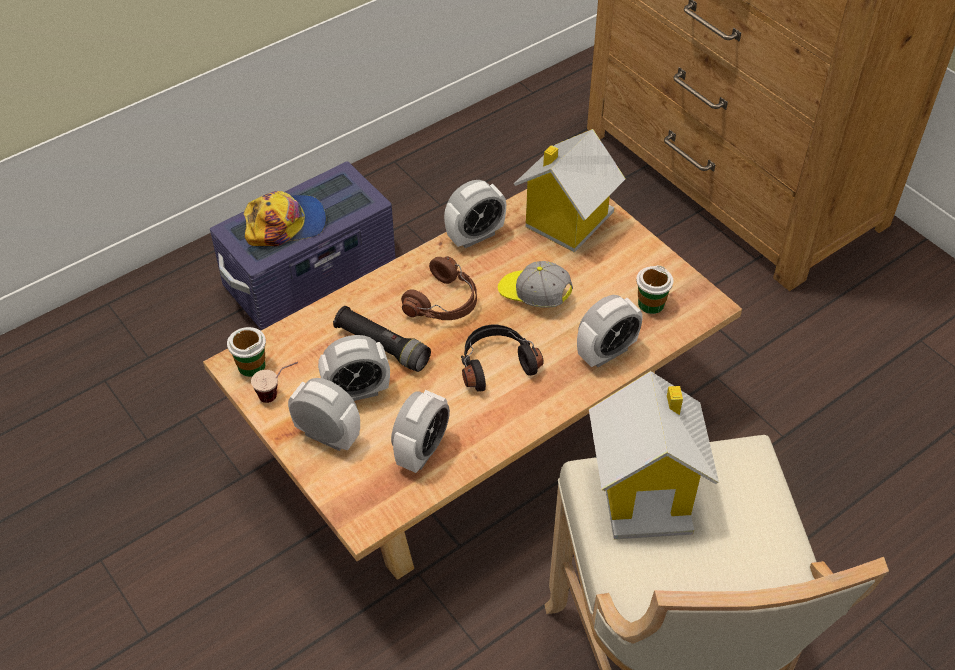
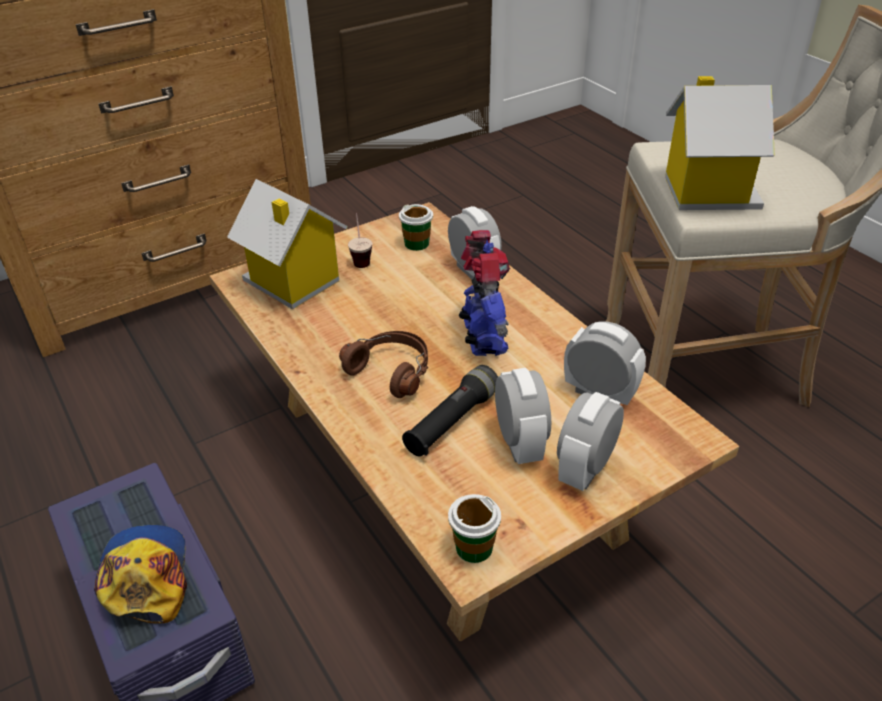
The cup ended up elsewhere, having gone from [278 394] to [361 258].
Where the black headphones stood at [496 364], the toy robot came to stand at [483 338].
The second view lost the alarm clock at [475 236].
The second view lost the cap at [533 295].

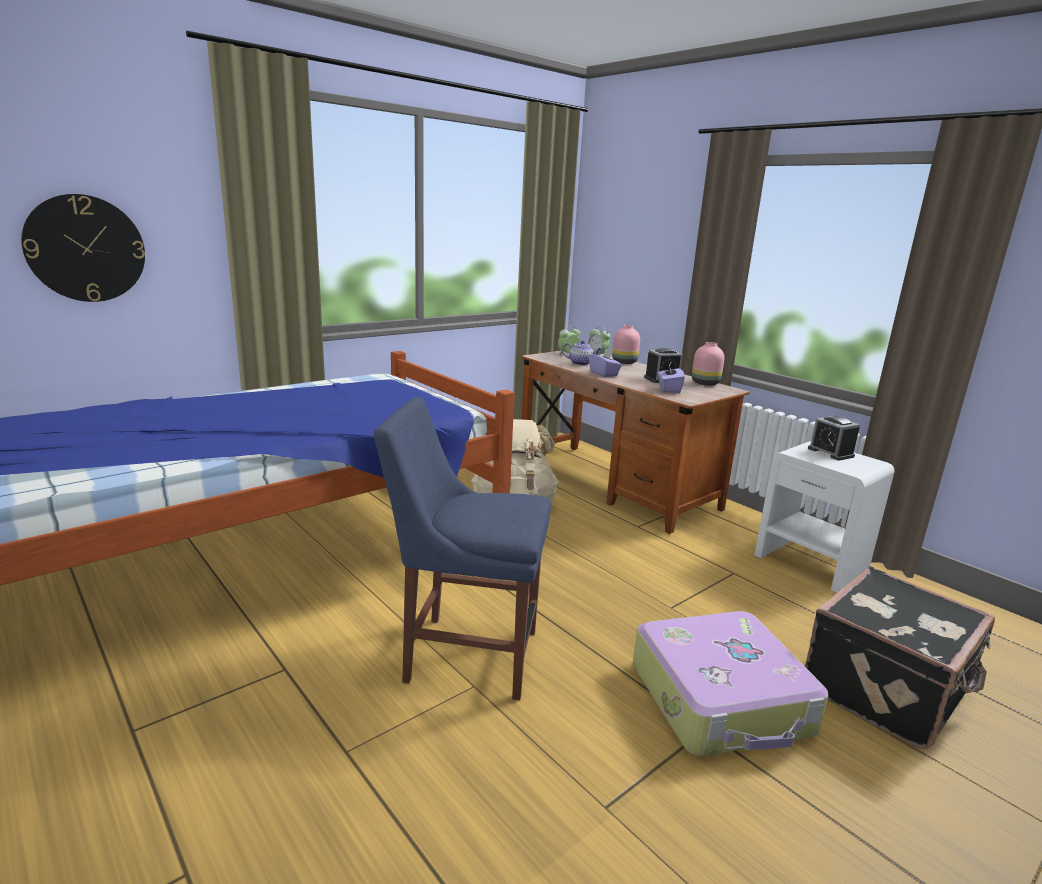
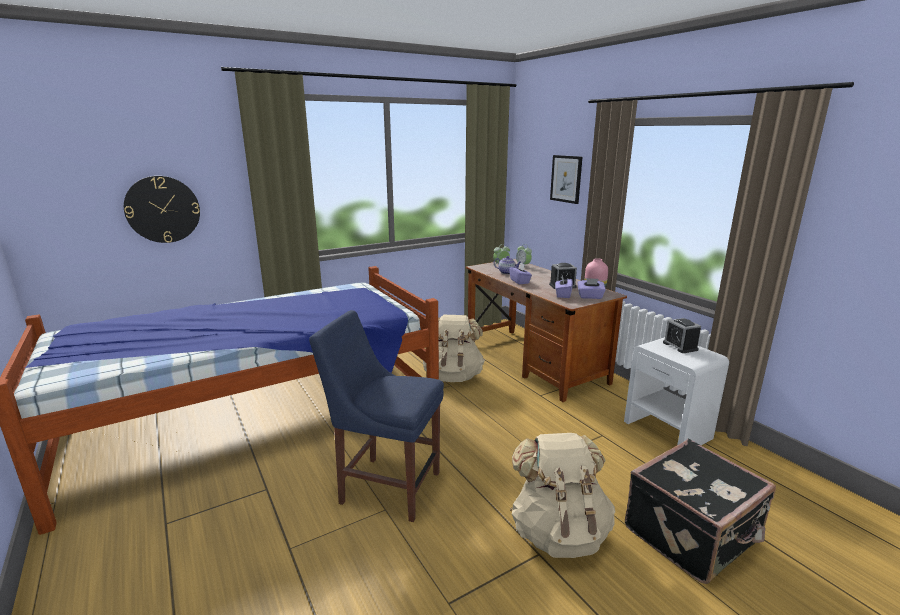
Where the suitcase stood at [721 700], the beige backpack came to stand at [559 533].
The second view gained the picture at [566 179].
The second view gained the purple tissue box at [590 297].
The second view lost the pink vase at [624 362].

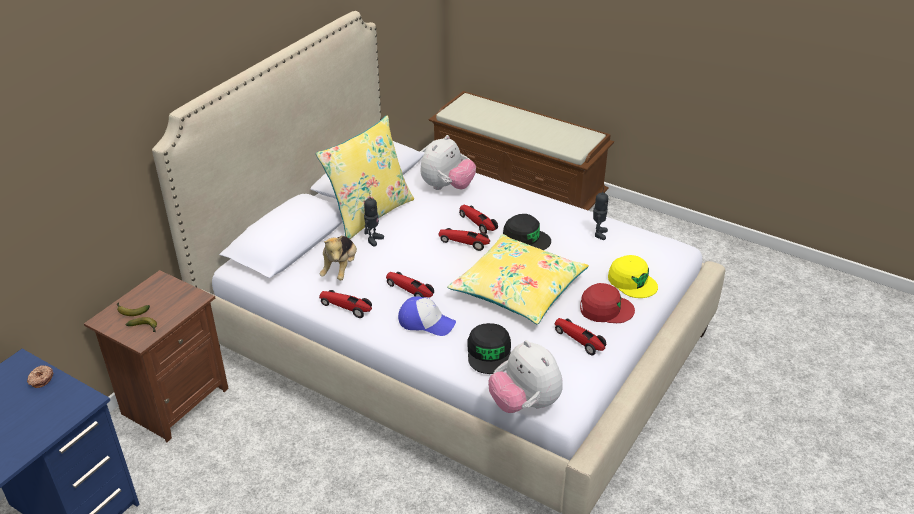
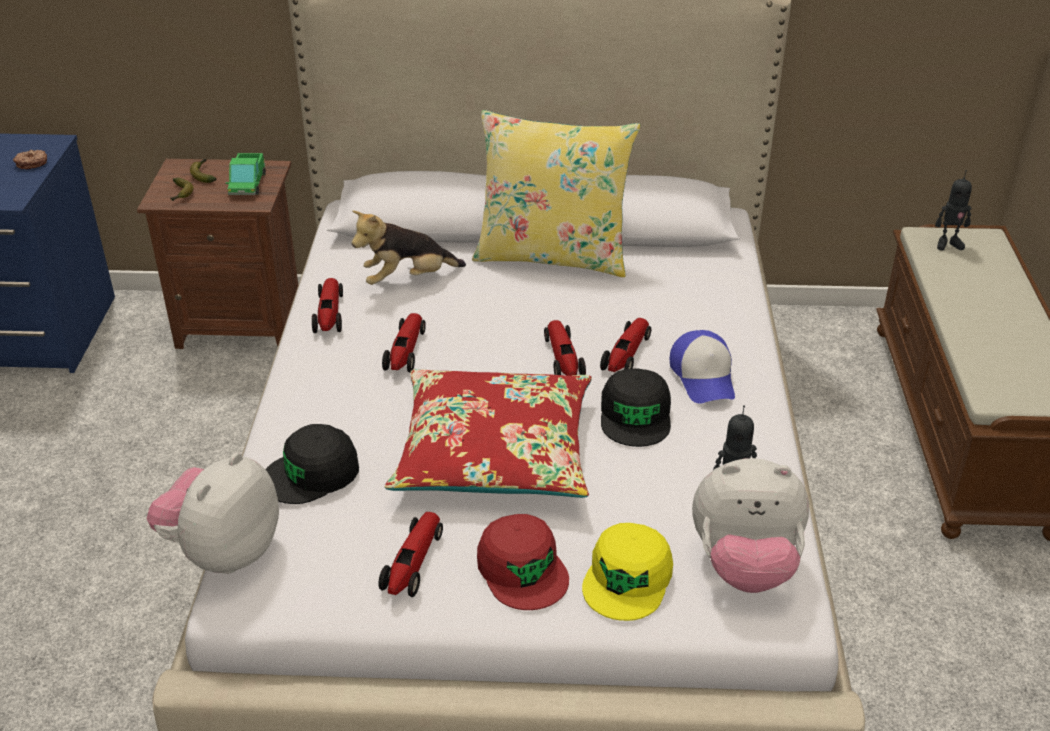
The second view gained the toy truck at [247 184].
What was the yellow pillow at [518 289] turned into the red pillow at [494 452].
The cap ended up elsewhere, having gone from [426 322] to [704 377].
The plush toy ended up elsewhere, having gone from [447 187] to [744 566].
The toy robot ended up elsewhere, having gone from [373 240] to [948 244].

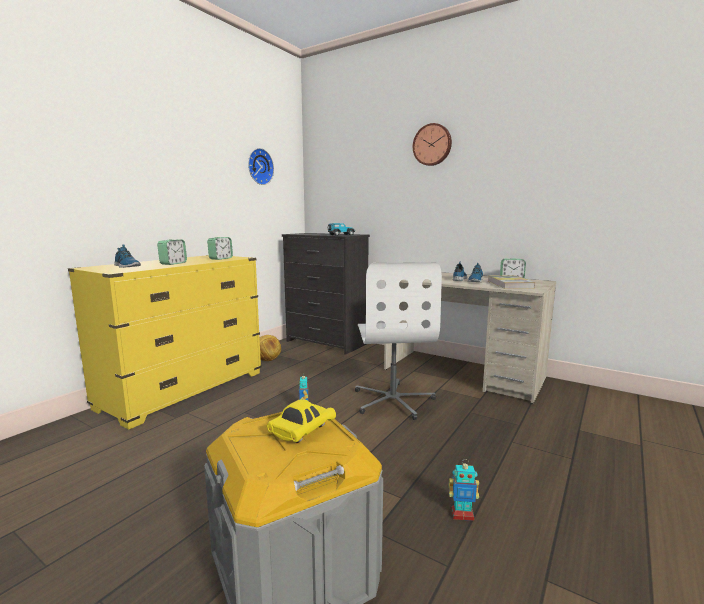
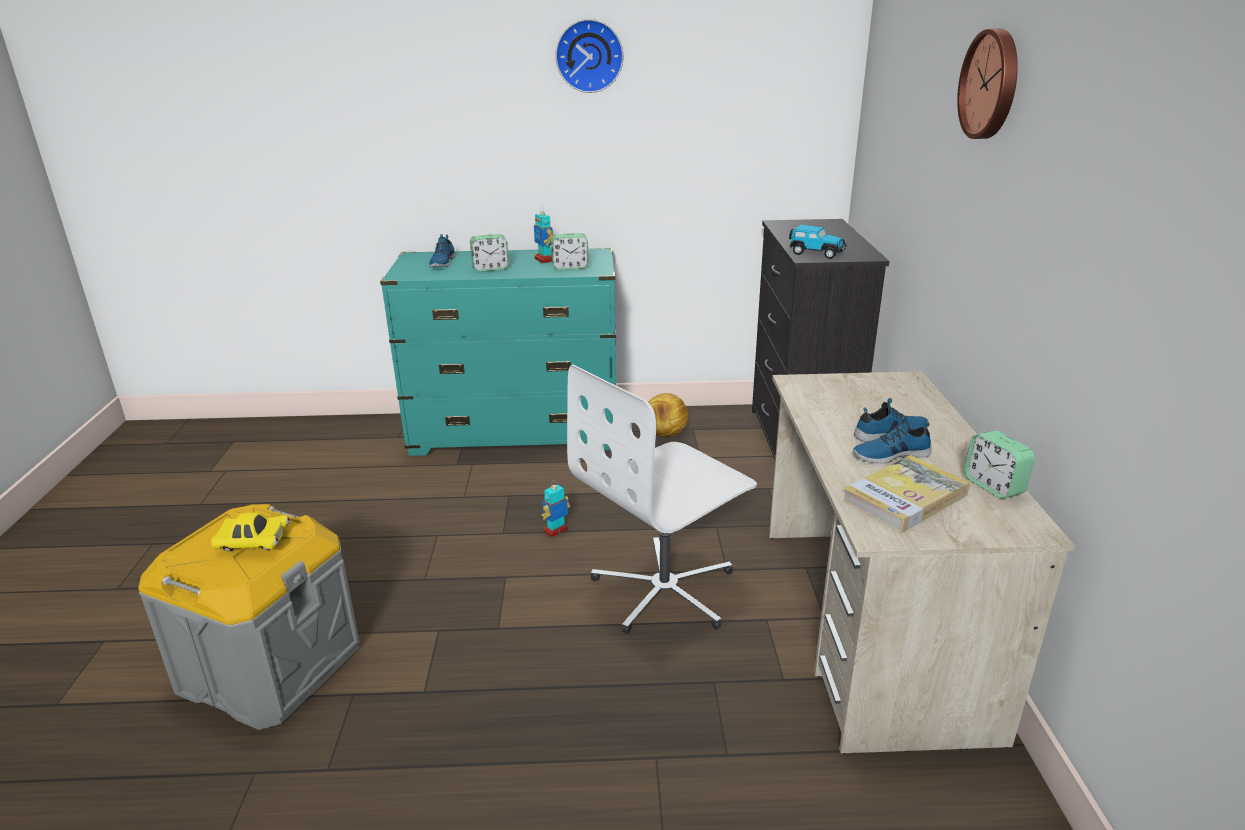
What was the yellow dresser at [184 390] turned into the turquoise dresser at [516 433].
The toy robot ended up elsewhere, having gone from [462 514] to [544 260].
The wall clock ended up elsewhere, having gone from [259 167] to [589 56].

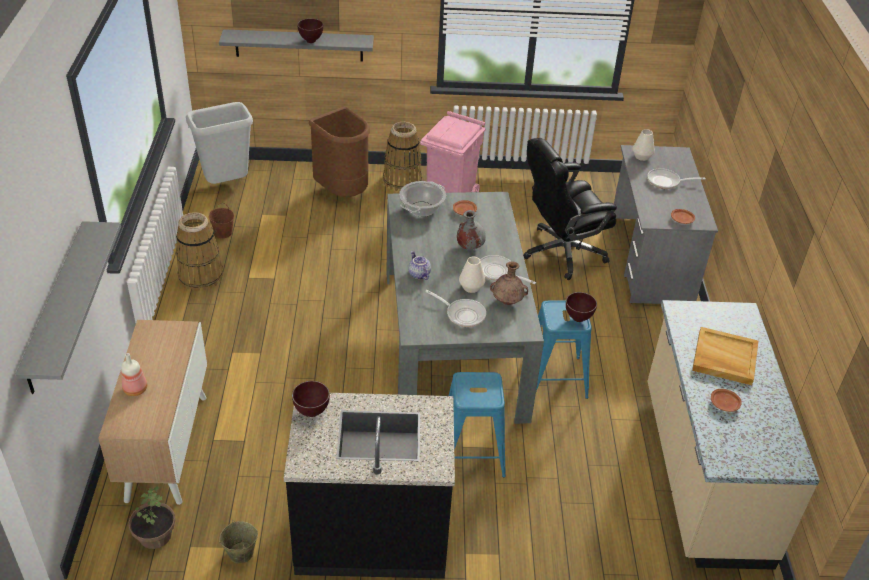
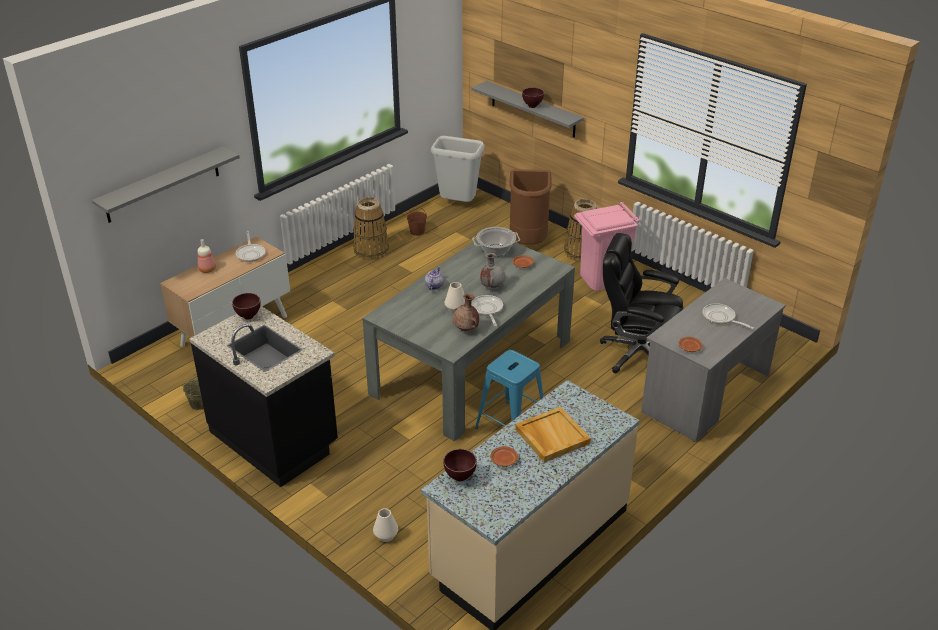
The frying pan ended up elsewhere, having gone from [462 314] to [251 253].
The white vase ended up elsewhere, having gone from [641 156] to [386 536].
The brown bowl ended up elsewhere, having gone from [578 318] to [460 477].
The second view lost the potted plant at [154 535].
The second view lost the blue stool at [472 452].

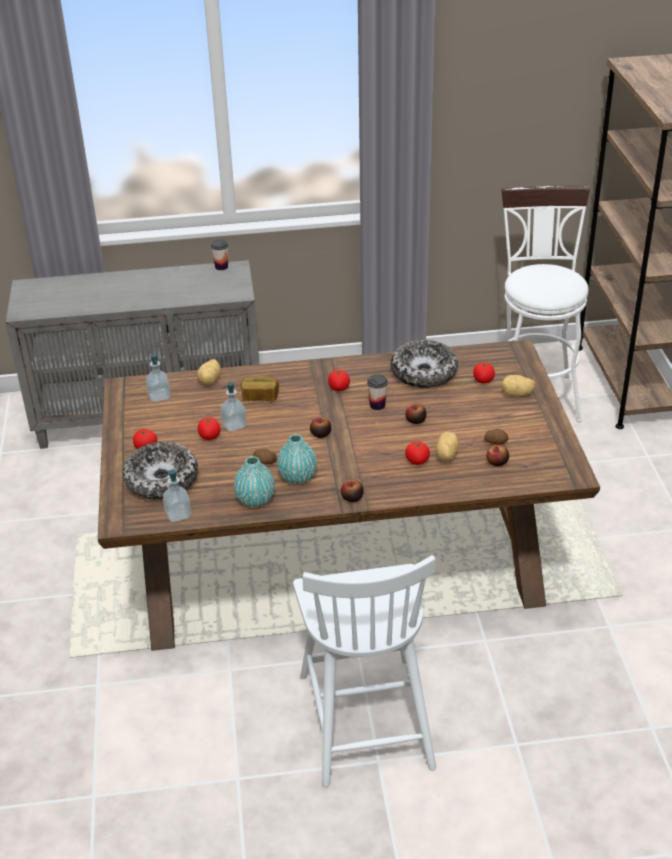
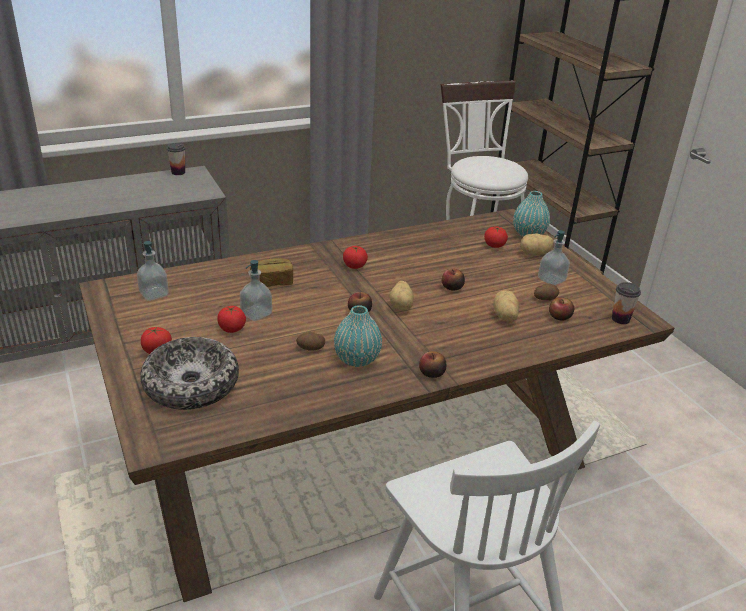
The potato ended up elsewhere, having gone from [210 380] to [401 306].
The turquoise vase ended up elsewhere, having gone from [255 499] to [528 234].
The soap dispenser ended up elsewhere, having gone from [178 514] to [551 280].
The cup ended up elsewhere, having gone from [377 405] to [620 319].
The second view lost the bowl at [423 373].
The second view lost the tomato at [417 461].

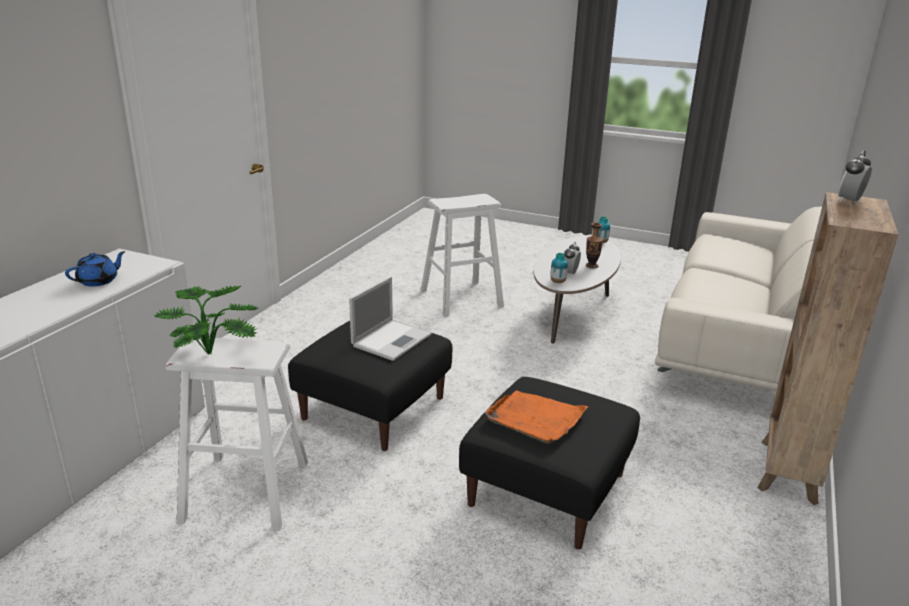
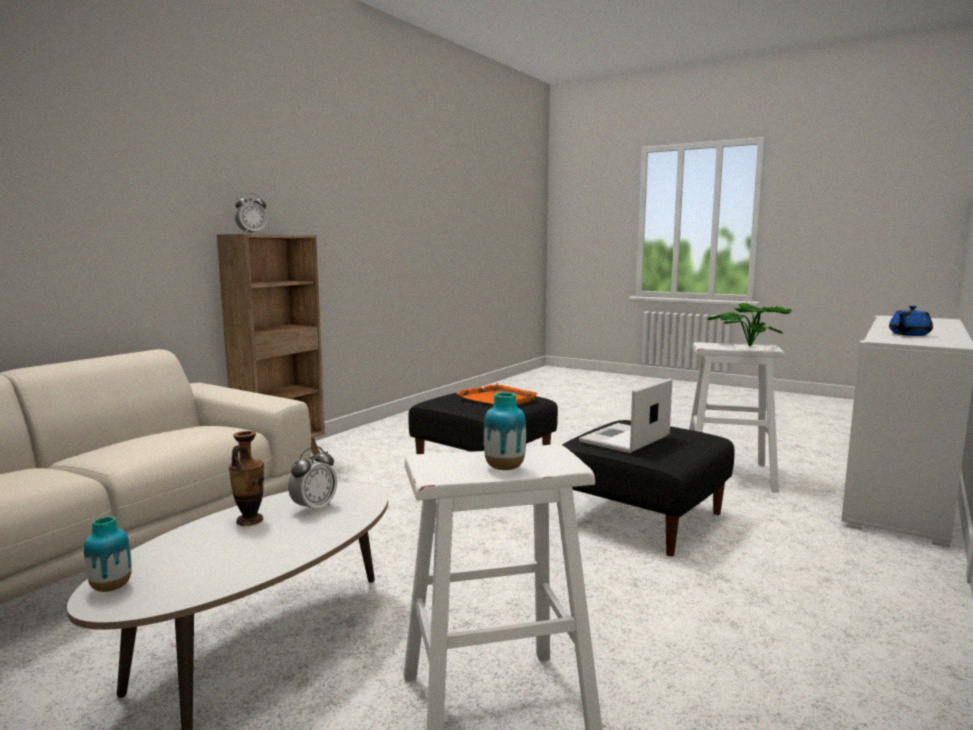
The vase ended up elsewhere, having gone from [558 282] to [504 468].

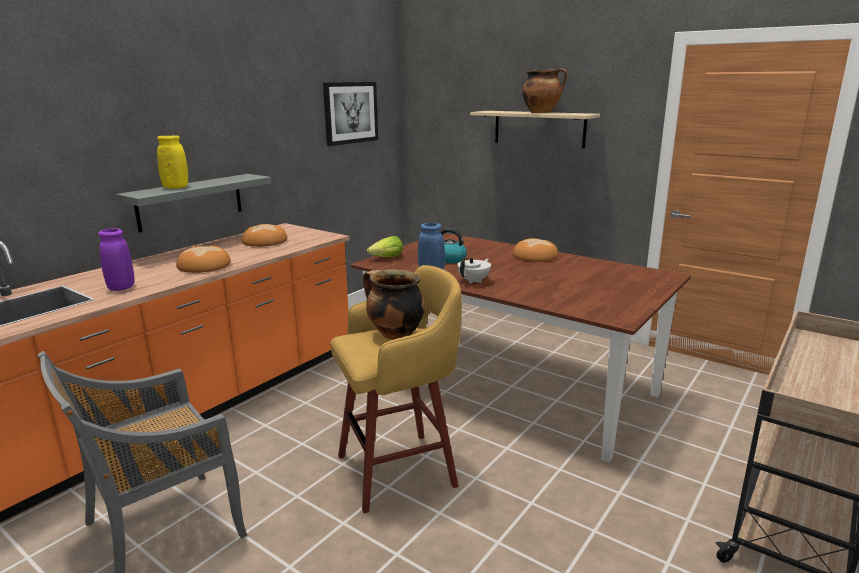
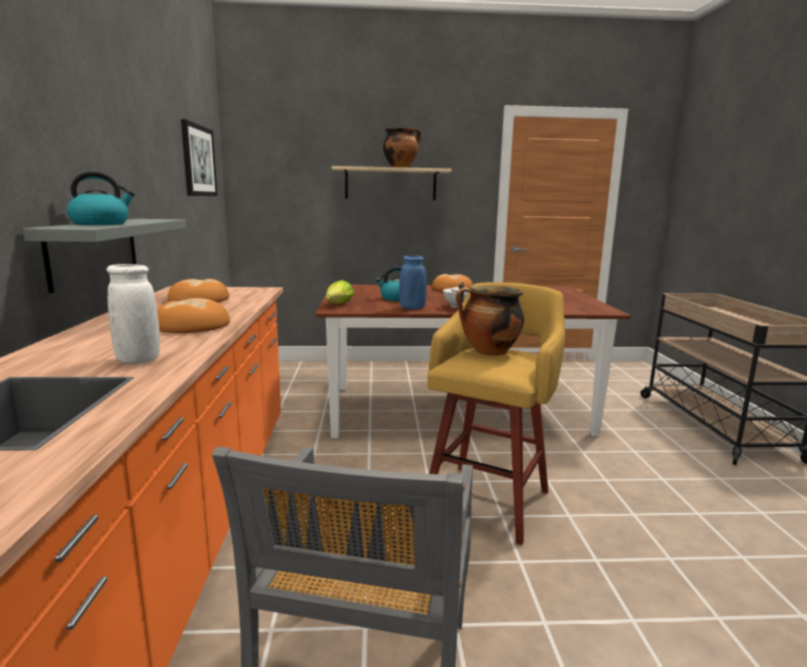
Where the yellow vase stood at [176 187], the kettle came to stand at [101 224].
What was the purple vase at [121 288] turned into the white vase at [138 360].

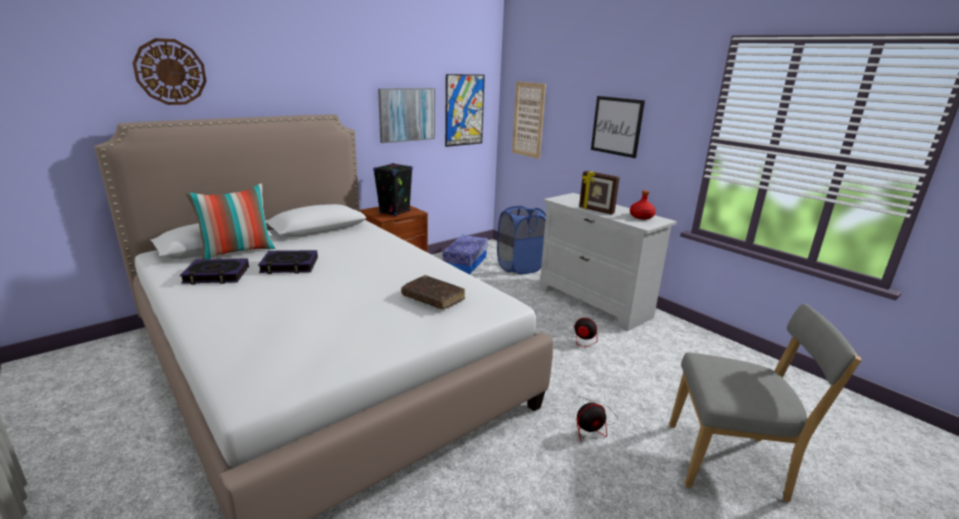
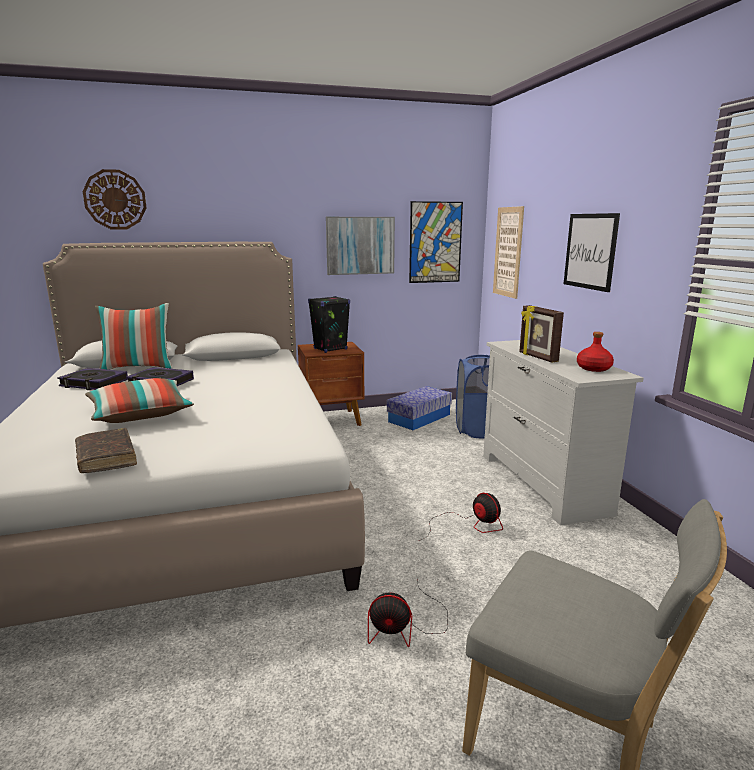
The brown book ended up elsewhere, having gone from [433 298] to [106 458].
The second view gained the pillow at [140 414].

